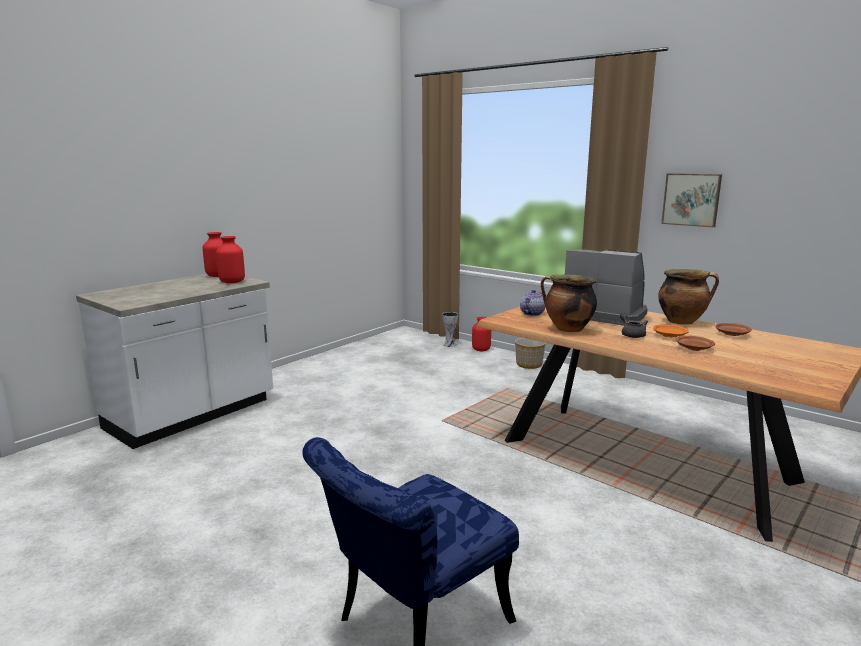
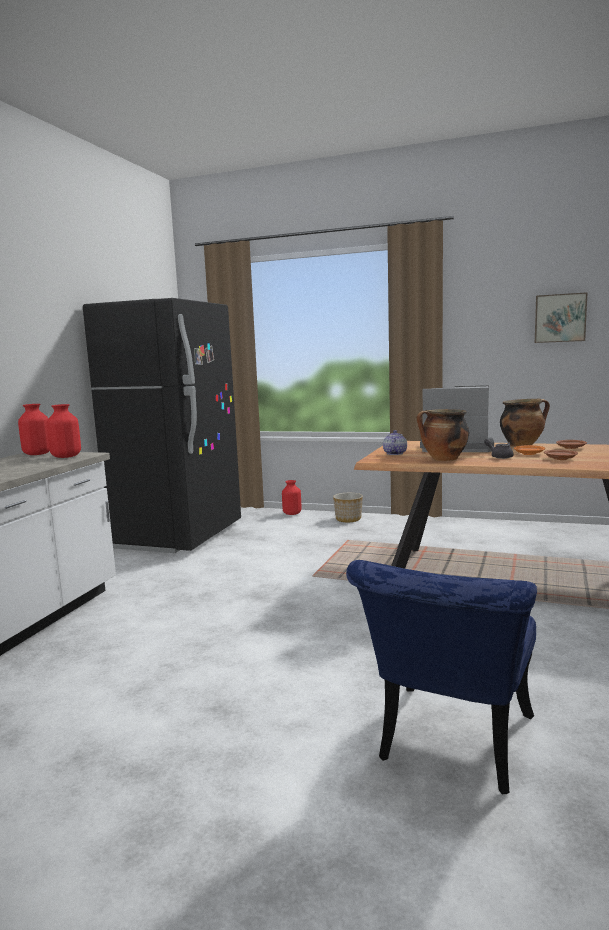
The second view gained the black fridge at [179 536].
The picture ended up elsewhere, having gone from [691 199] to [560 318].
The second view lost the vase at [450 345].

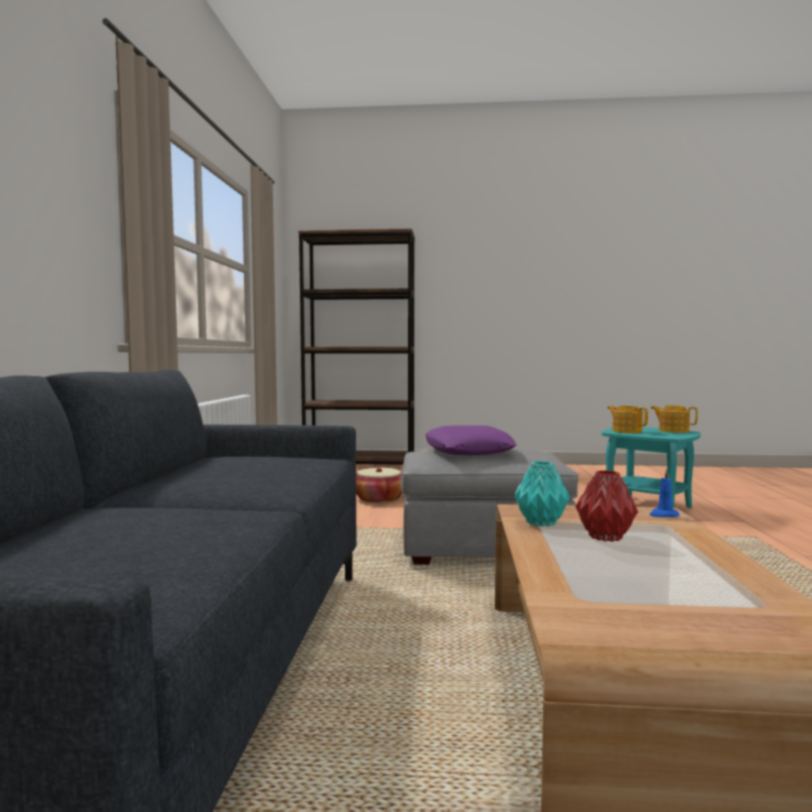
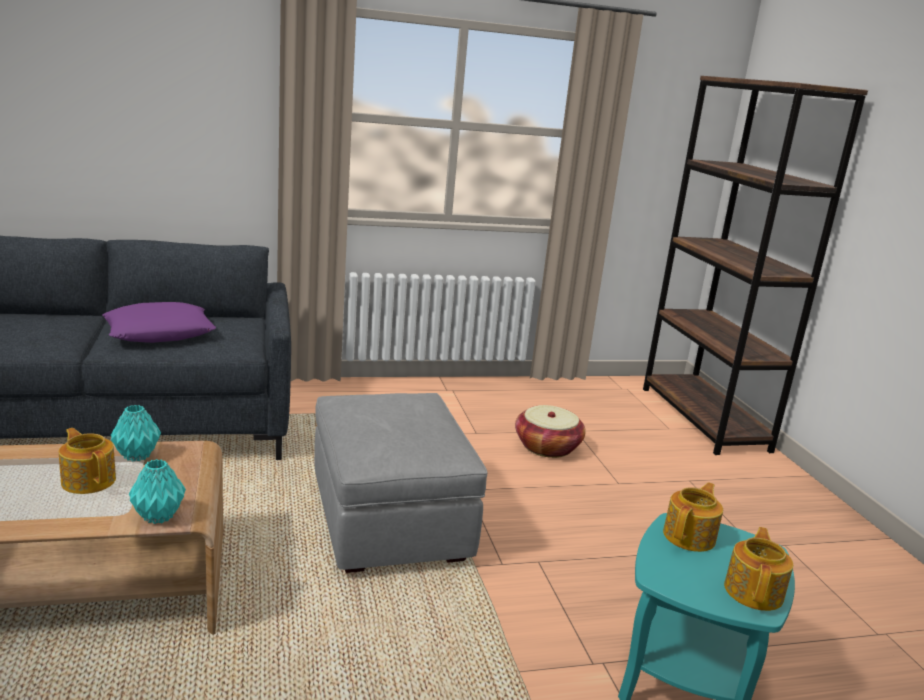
Where the red vase stood at [606 537], the teapot came to stand at [89 480].
The purple pillow ended up elsewhere, having gone from [467 450] to [160 332].
Where the blue candle stood at [663 515], the turquoise vase came to stand at [159 516].

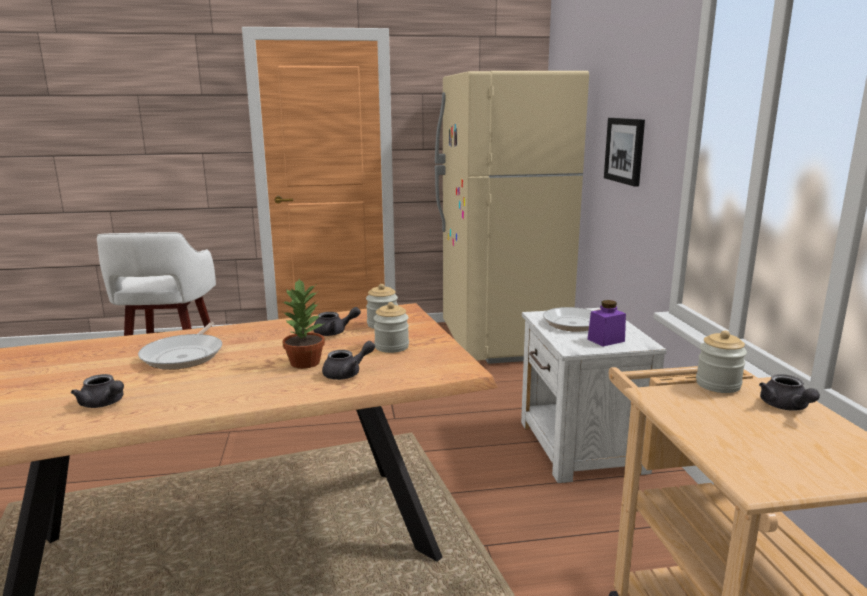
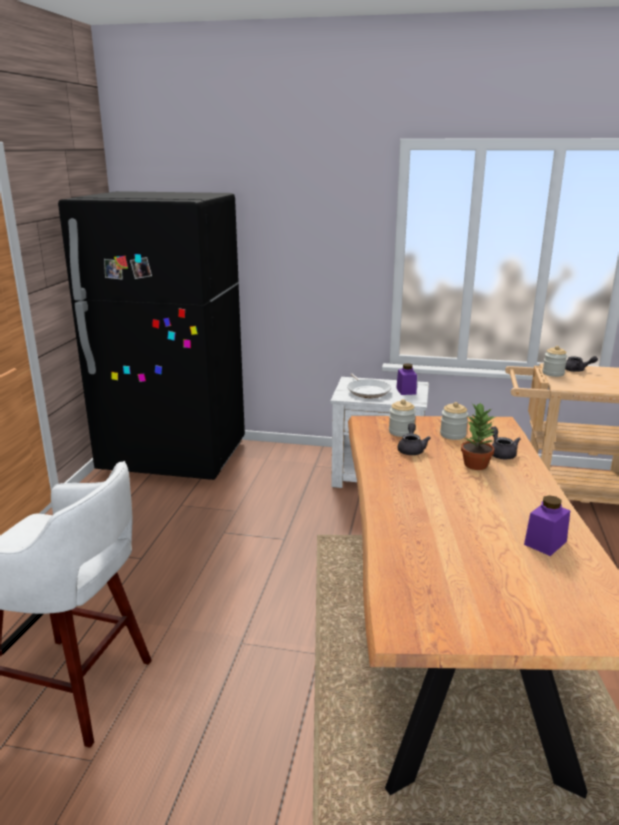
What was the beige fridge at [502 341] turned into the black fridge at [174 458].
Where the grey teapot stood at [104 404], the purple jar came to stand at [545 543].
The second view lost the frying pan at [185 355].
The second view lost the picture at [625 150].

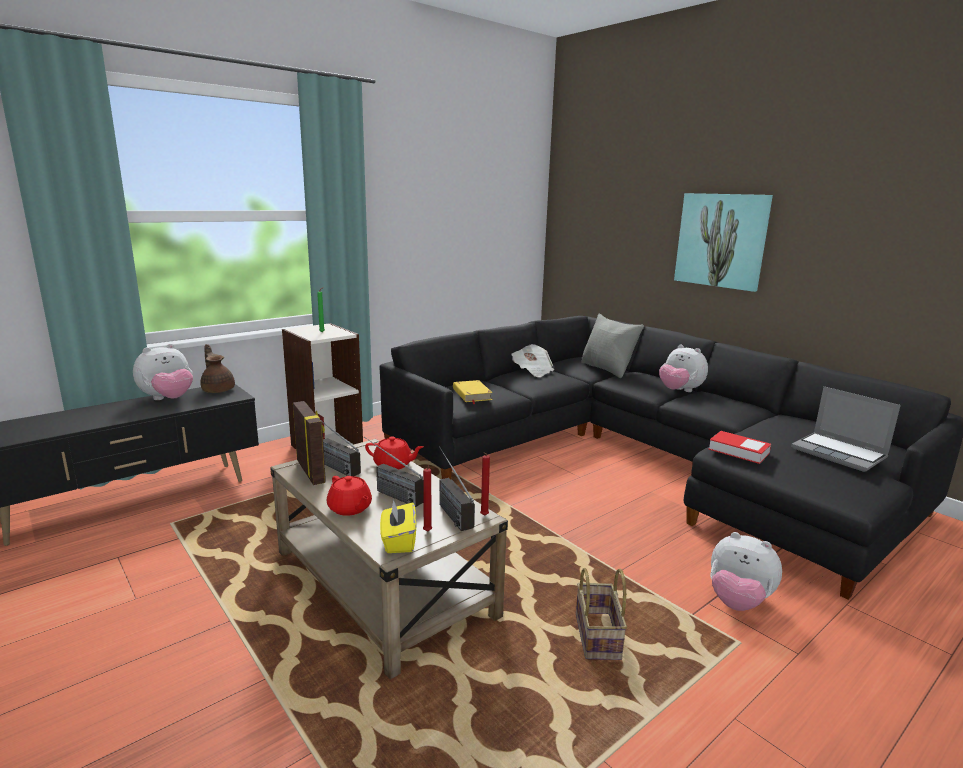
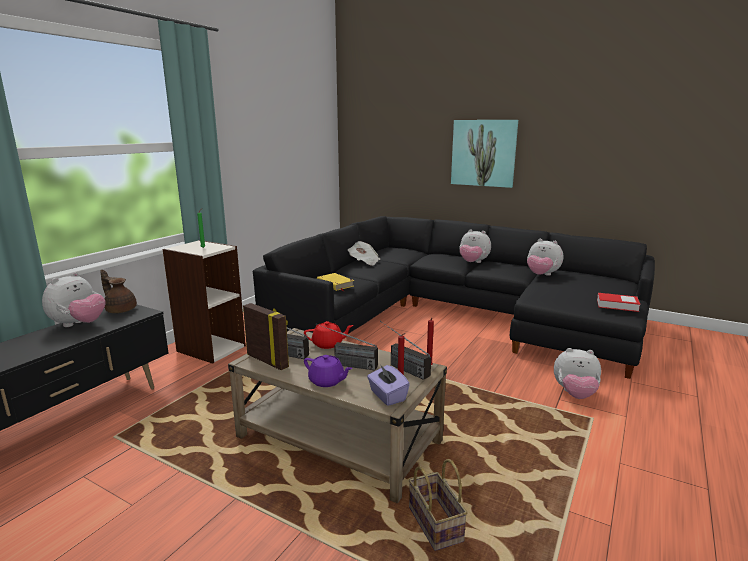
What was the red teapot at [350 508] turned into the purple teapot at [327 381].
What was the yellow tissue box at [398 541] turned into the purple tissue box at [387 396].
The basket ended up elsewhere, having gone from [599 638] to [437 525].
The second view gained the plush toy at [542 275].
The book ended up elsewhere, having gone from [738 451] to [617 305].
The second view lost the grey pillow at [607 369].
The second view lost the laptop at [840 453].

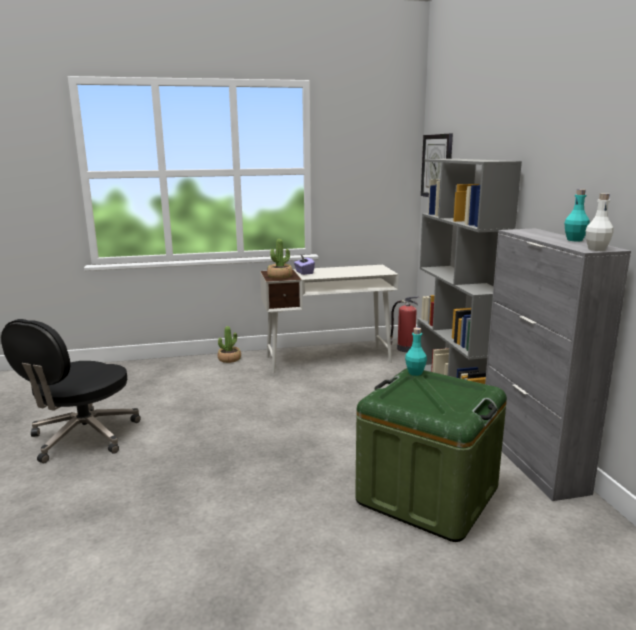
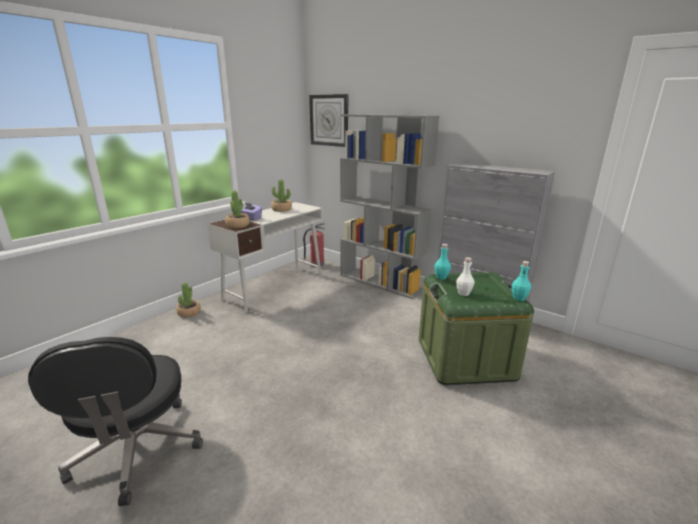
The second view gained the potted plant at [281 209].
The white bottle ended up elsewhere, having gone from [596 249] to [463 293].
The turquoise bottle ended up elsewhere, having gone from [574 240] to [519 298].

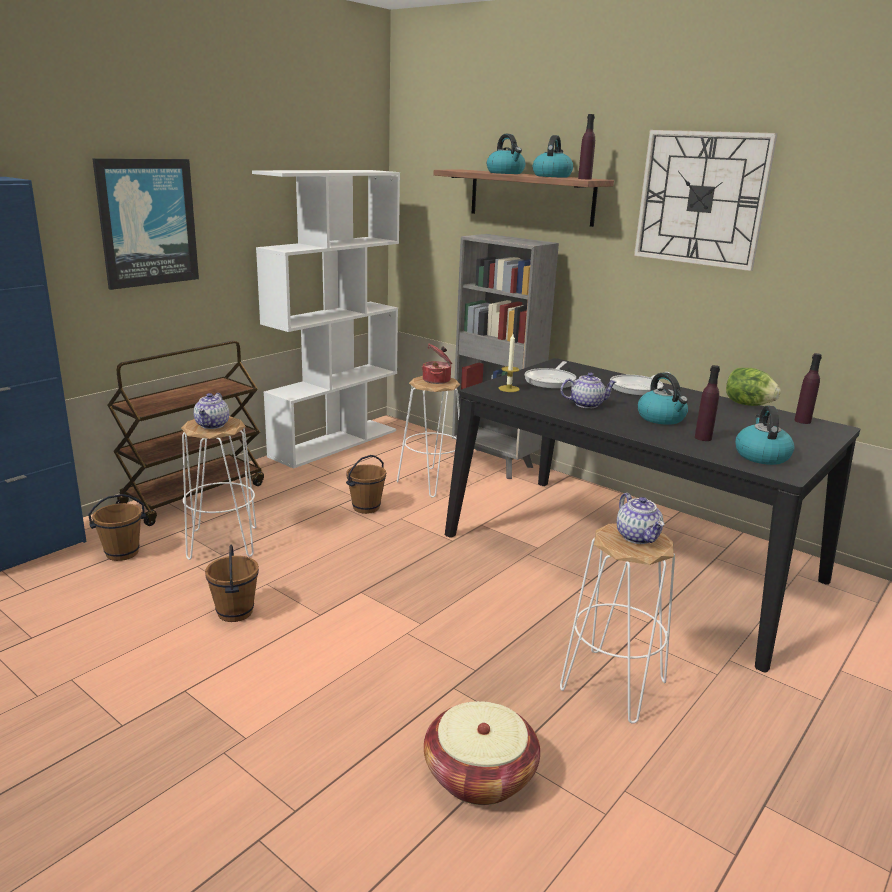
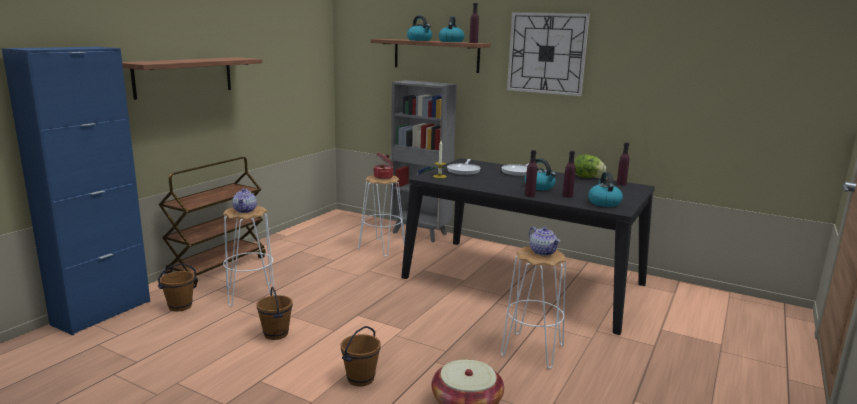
Where the picture hung at [147 222], the shelf came to hang at [184 77].
The brown bucket ended up elsewhere, having gone from [366 507] to [360 378].
The second view gained the purple bottle at [530 195].
The second view lost the white bookcase at [334 443].
The second view lost the teapot at [586 404].

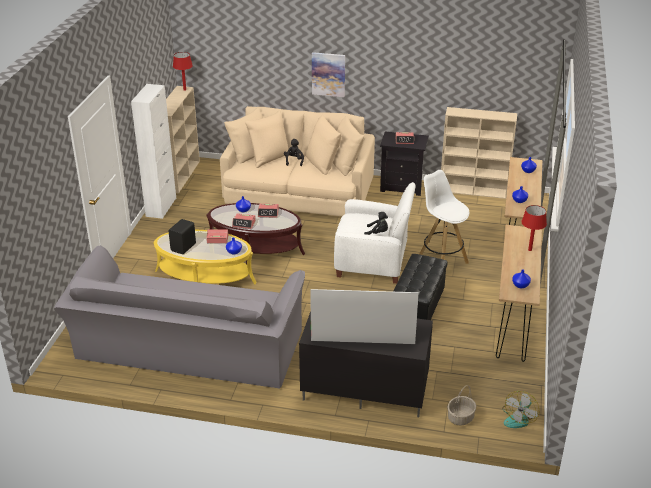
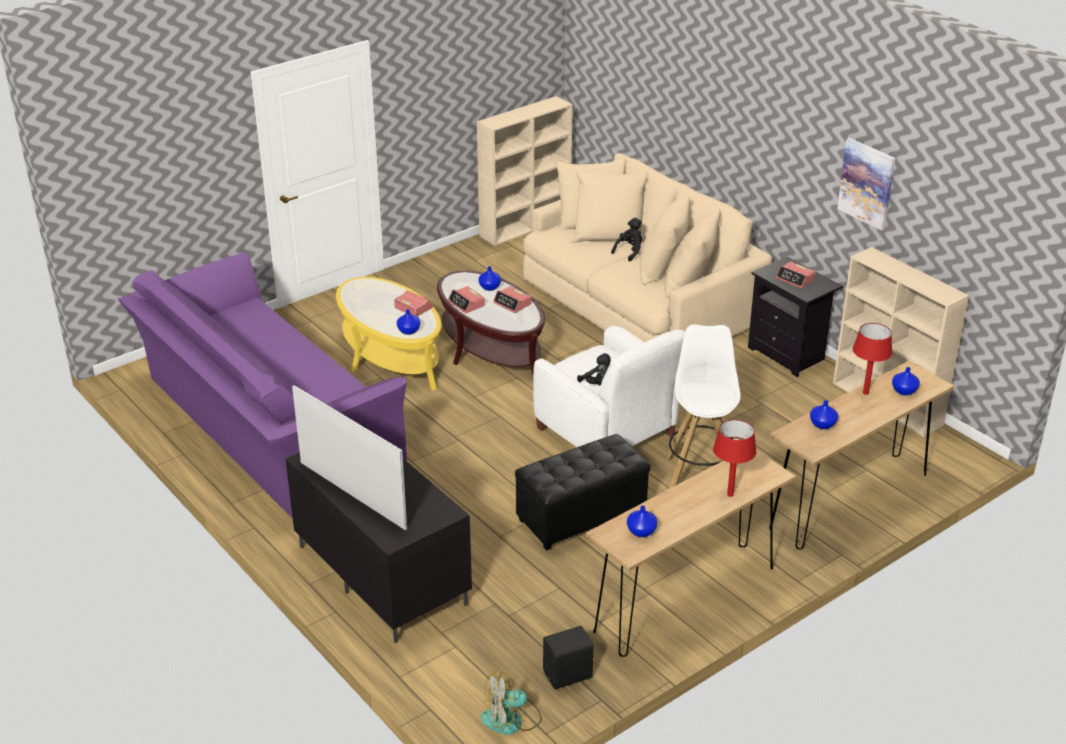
What was the grey sofa at [187 350] turned into the purple sofa at [263 426].
The black speaker ended up elsewhere, having gone from [184 247] to [569 675].
The picture ended up elsewhere, having gone from [328 74] to [867 183].
The red table lamp ended up elsewhere, having gone from [184 90] to [865 393].
The second view lost the white cabinet at [161 207].
The second view lost the basket at [460 418].

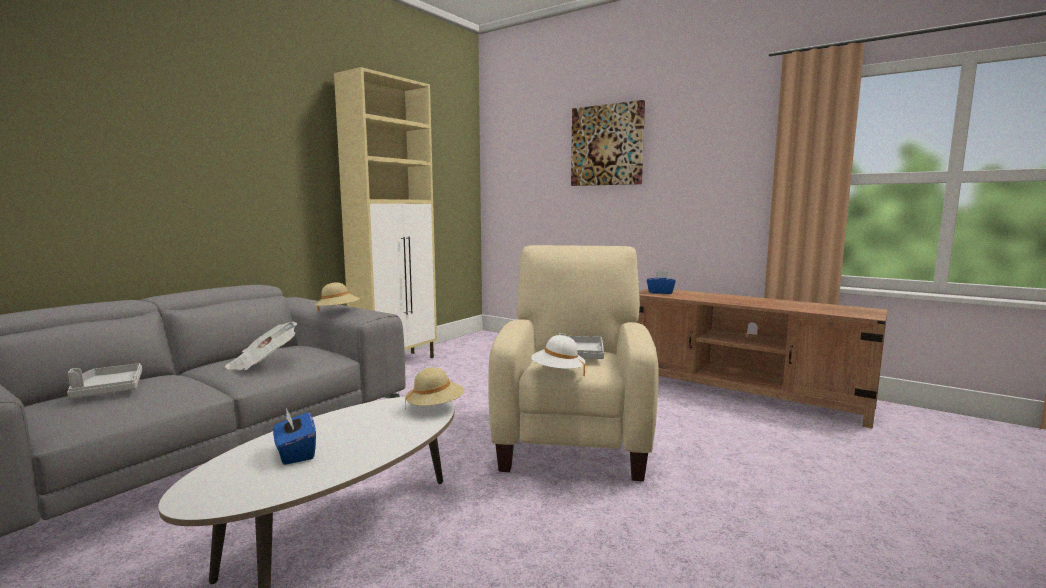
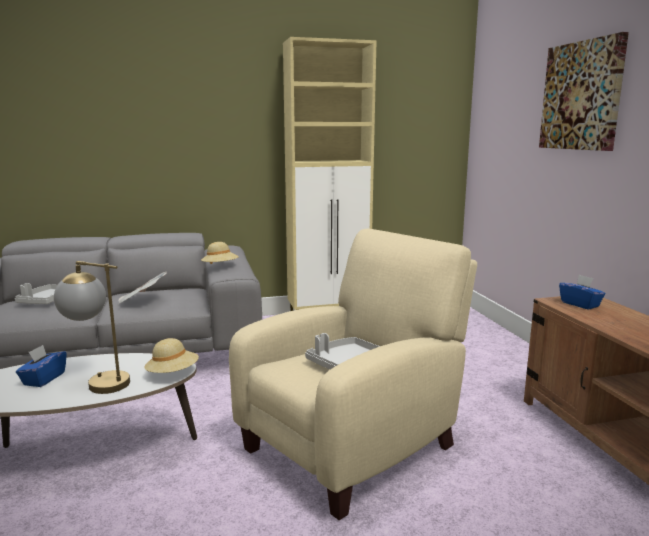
The second view gained the table lamp at [98 382].
The second view lost the white hat at [558 372].

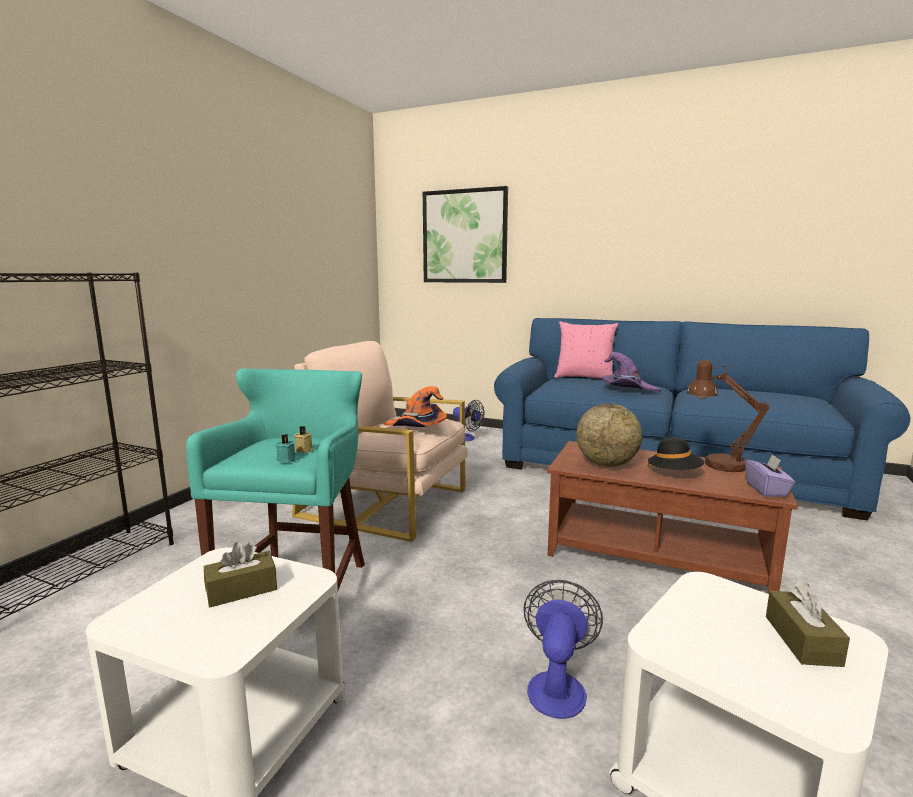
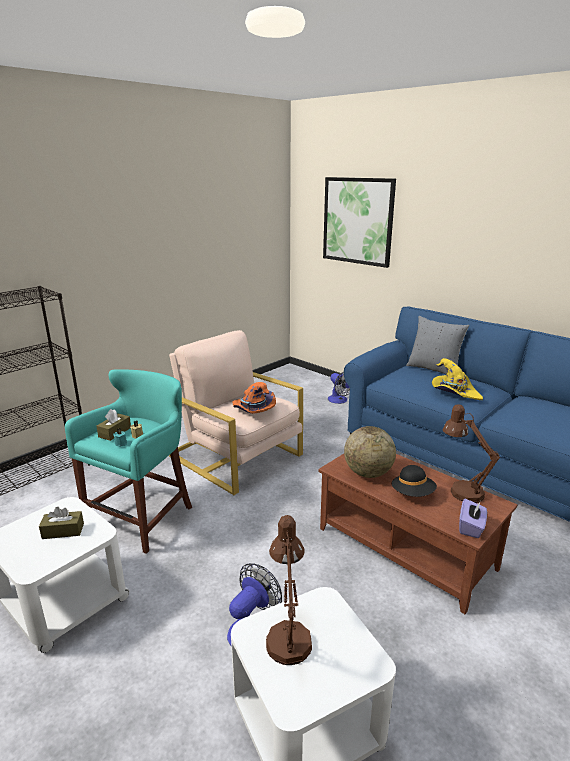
The brown tissue box ended up elsewhere, having gone from [802 640] to [115 432].
The second view gained the brown table lamp at [288 635].
What was the pink pillow at [584 377] turned into the grey pillow at [433 369].
What was the purple hat at [627 389] turned into the yellow hat at [454 392].

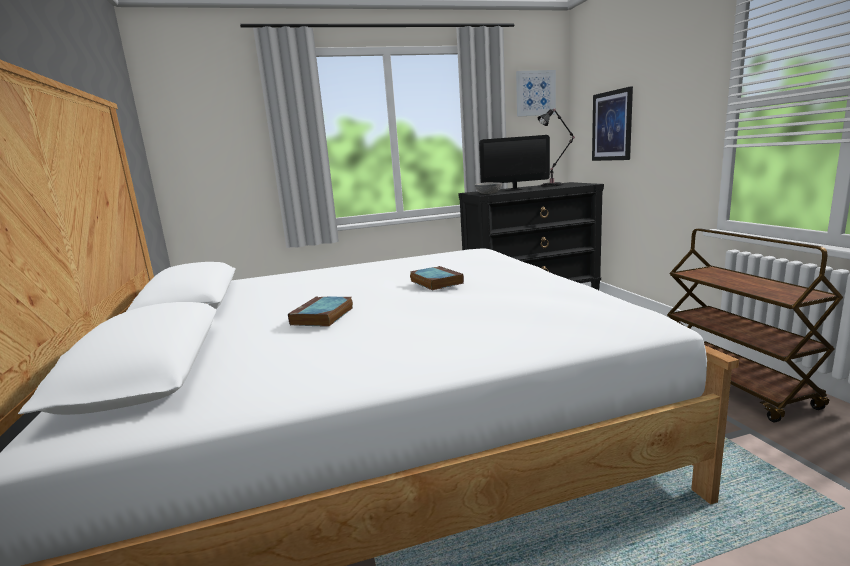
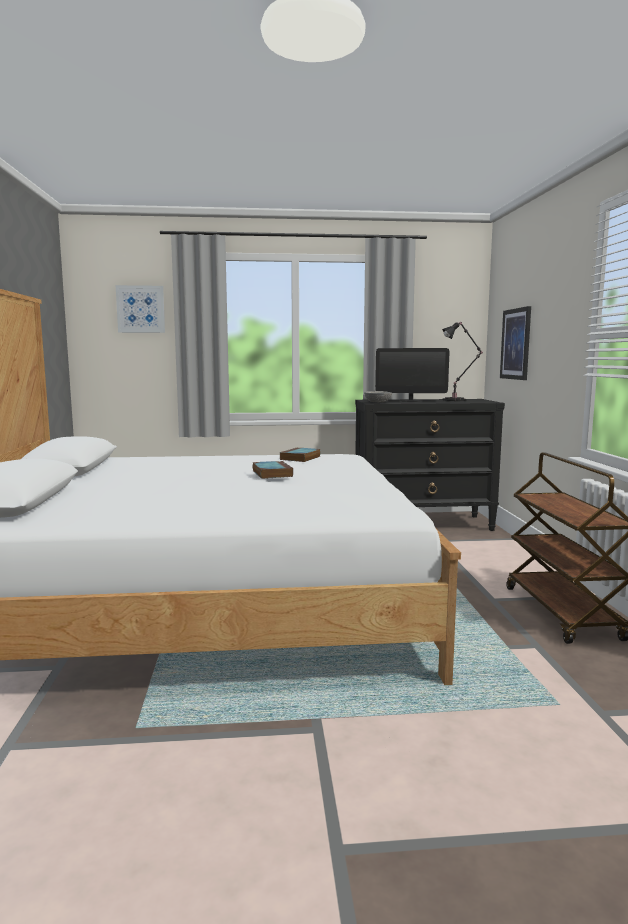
The picture ended up elsewhere, having gone from [535 93] to [140 309].
The book ended up elsewhere, having gone from [322 316] to [300 458].

